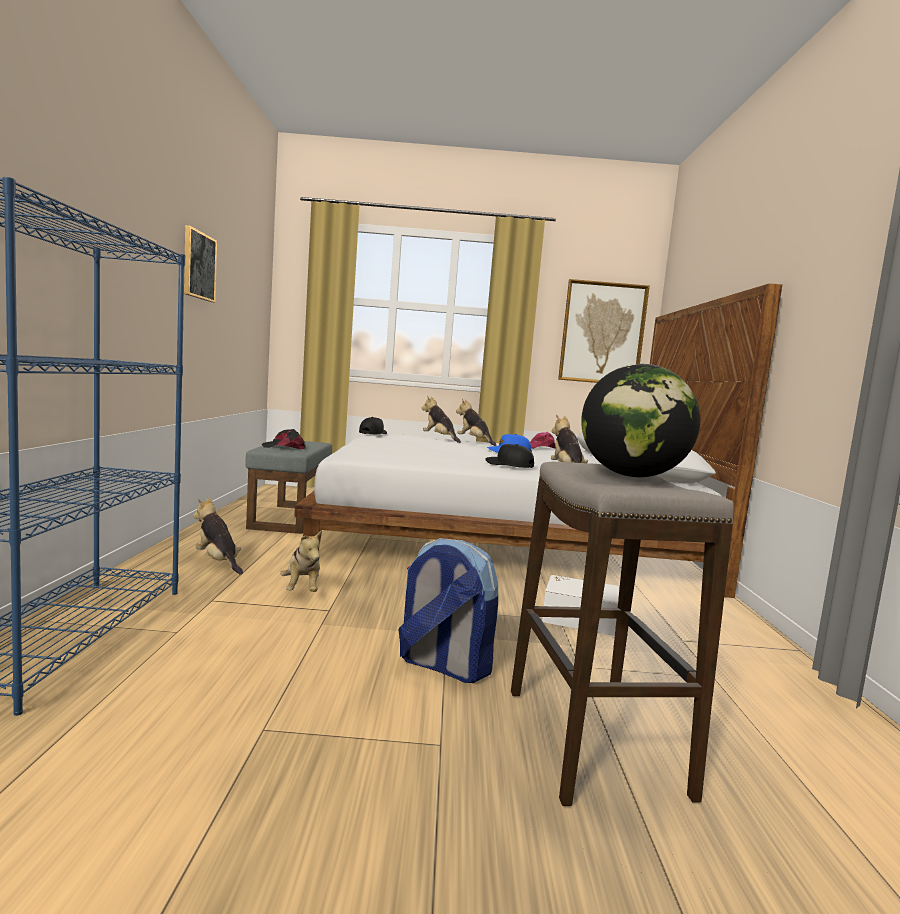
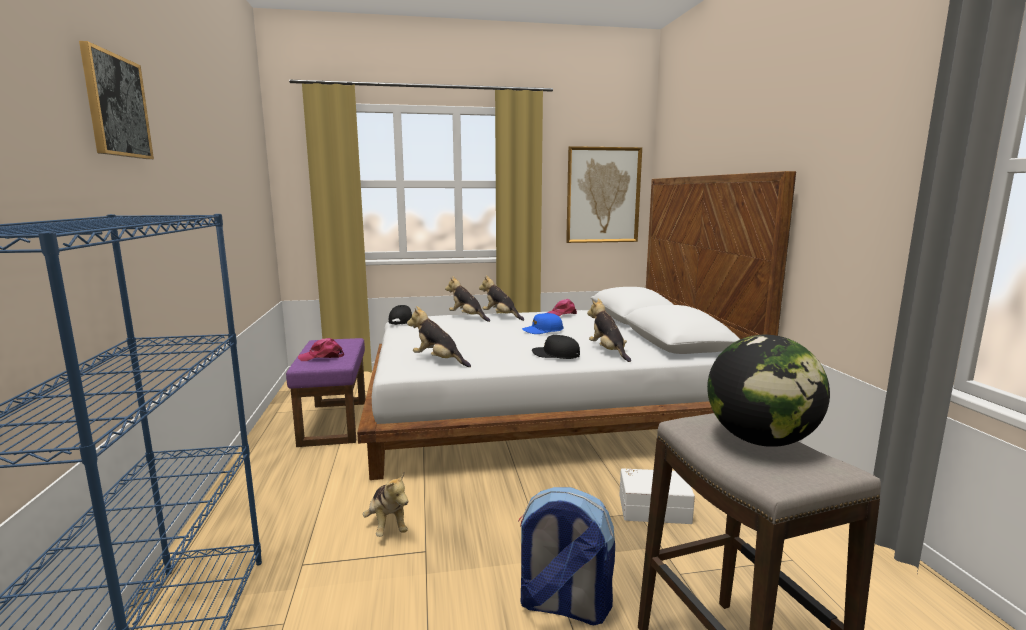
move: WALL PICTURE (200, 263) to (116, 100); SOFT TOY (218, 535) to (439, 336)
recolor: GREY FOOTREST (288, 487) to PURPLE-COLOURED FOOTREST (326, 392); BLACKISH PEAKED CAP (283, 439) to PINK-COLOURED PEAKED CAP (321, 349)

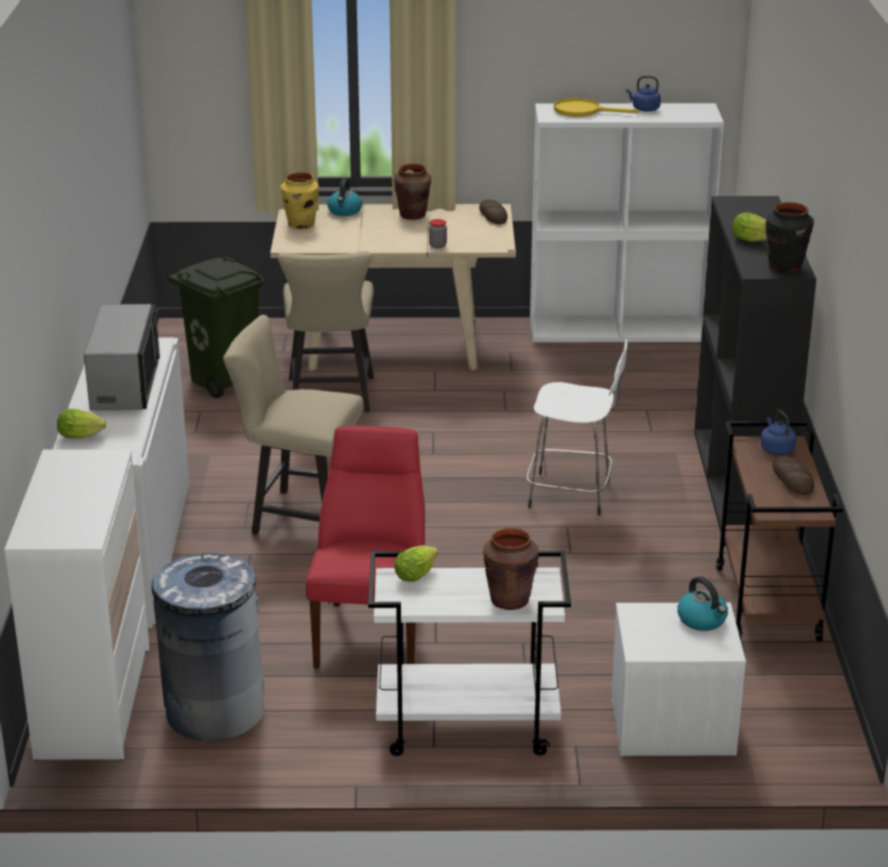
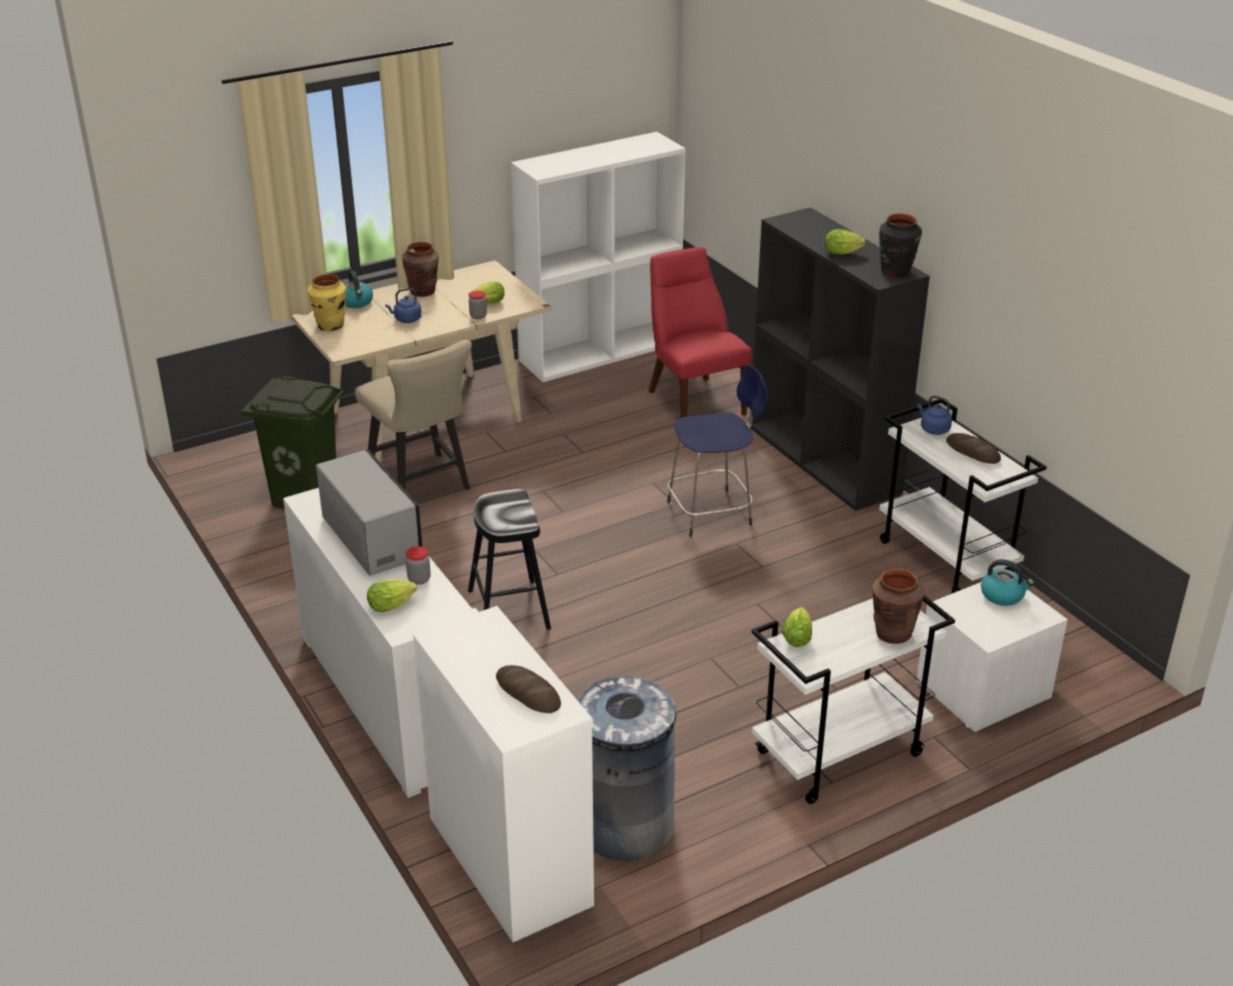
delete: YELLOW FRYING PAN (596, 107)
insert: JAR (418, 565); HEAD OF LETTUCE (487, 292)
move: RED-COLOURED CHAIR (365, 547) to (700, 332); BAKERY BREAD (493, 211) to (528, 689); BLUISH TEA KETTLE (643, 94) to (403, 305)
replace: SAND-COLOURED CHAIR (293, 424) to BLACKISH STOOL SEAT (509, 559)
recolor: WHITISH STOOL SEAT (577, 427) to BLUISH STOOL SEAT (717, 451); BROWNISH TROLLEY (779, 531) to WHITISH TROLLEY (963, 496)

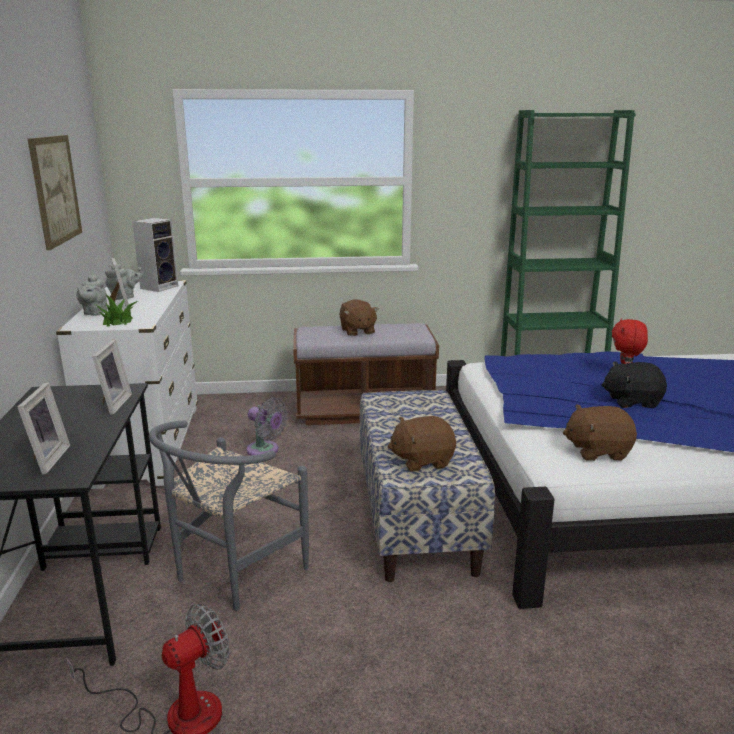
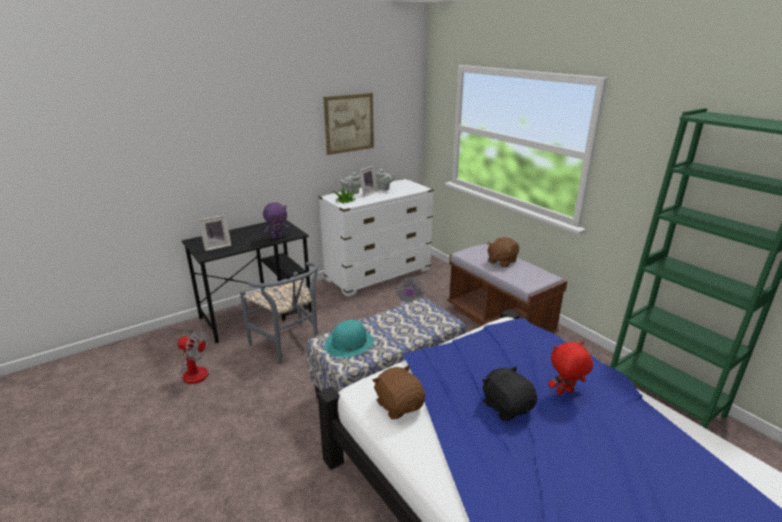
delete: SPEAKER (155, 255)
replace: PICTURE FRAME (112, 377) to PURPLE-COLOURED SOFT TOY (276, 220); BROWNISH SOFT TOY (421, 444) to TURQUOISE-COLOURED WEARABLE HAT (349, 338)
rotate: GREY CHAIR (229, 515) = (279, 313) 135 degrees counterclockwise

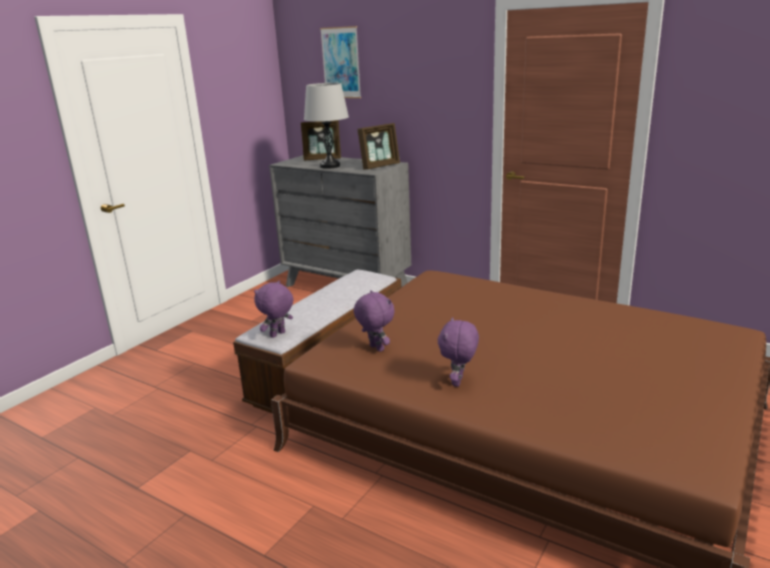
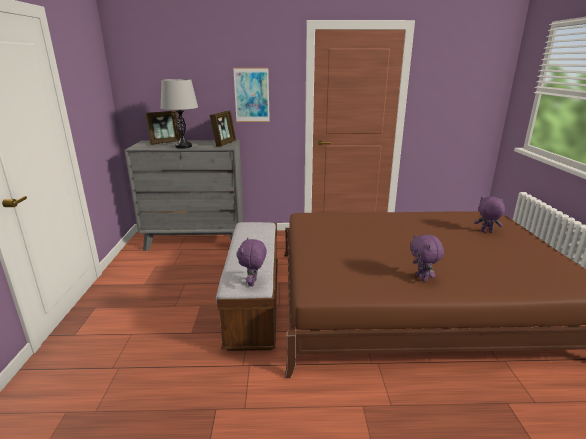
move: WALL PICTURE (340, 62) to (251, 95); PURPLE-COLOURED SOFT TOY (374, 321) to (489, 214)

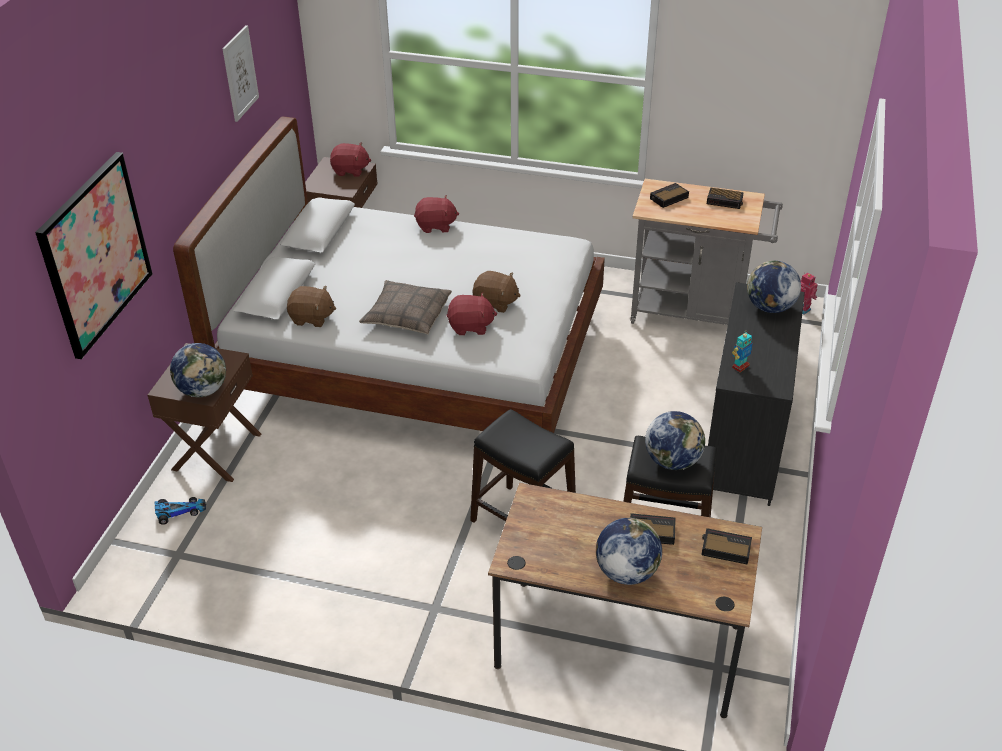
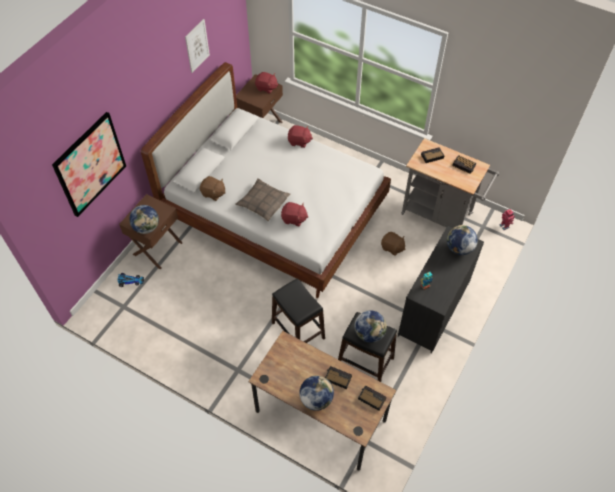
move: BROWNISH SOFT TOY (496, 292) to (393, 244)

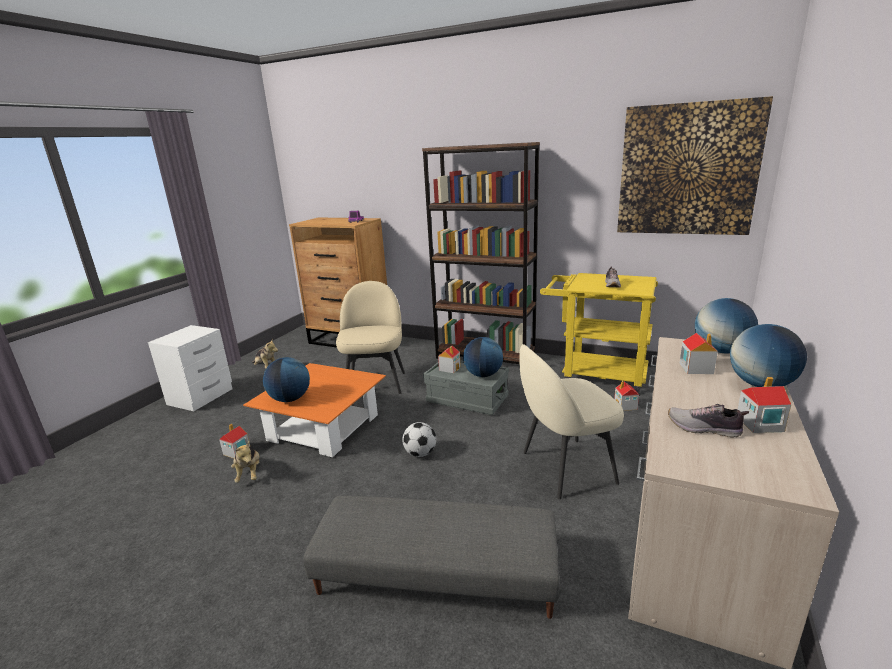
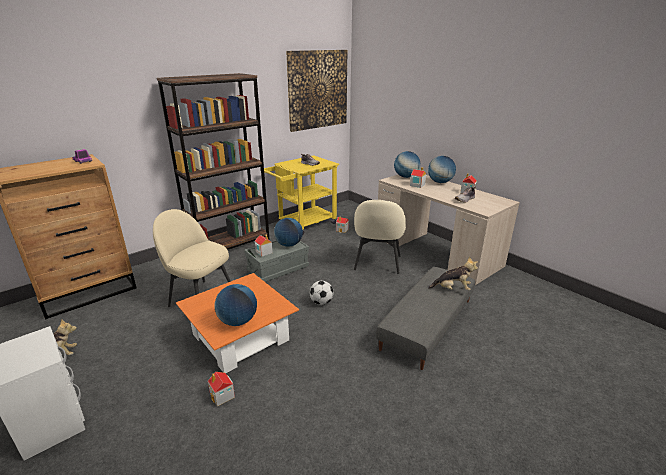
move: SOFT TOY (245, 461) to (453, 273)

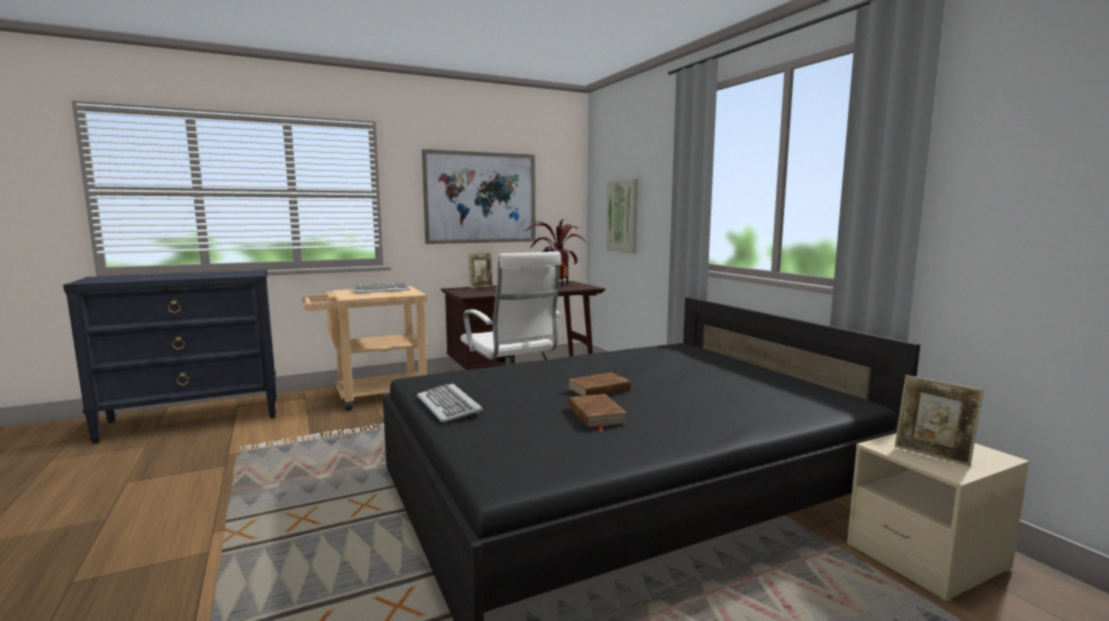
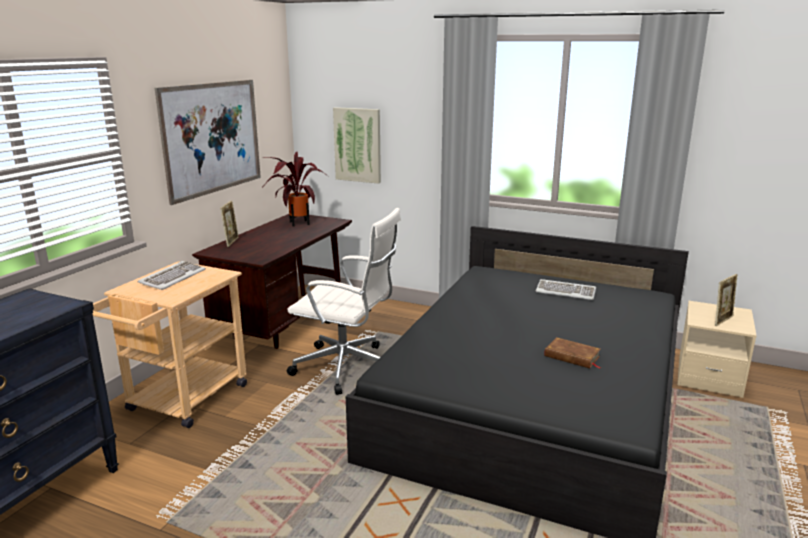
delete: BROWNISH BOOK (600, 384)
move: PC KEYBOARD (450, 403) to (565, 289)
rotate: PICTURE FRAME (939, 420) = (726, 300) 45 degrees counterclockwise

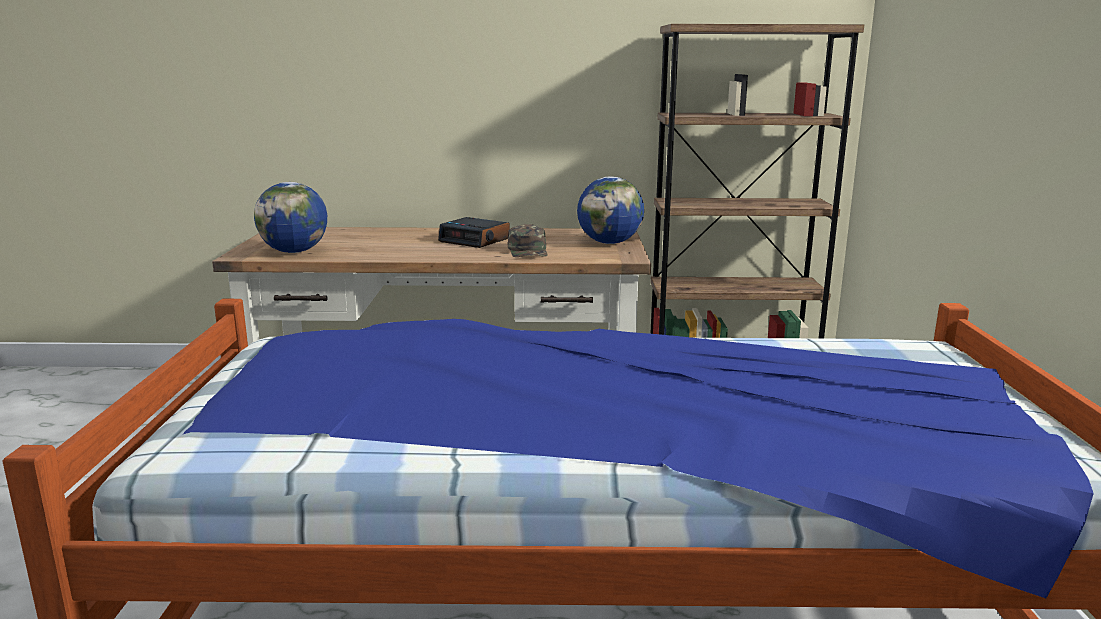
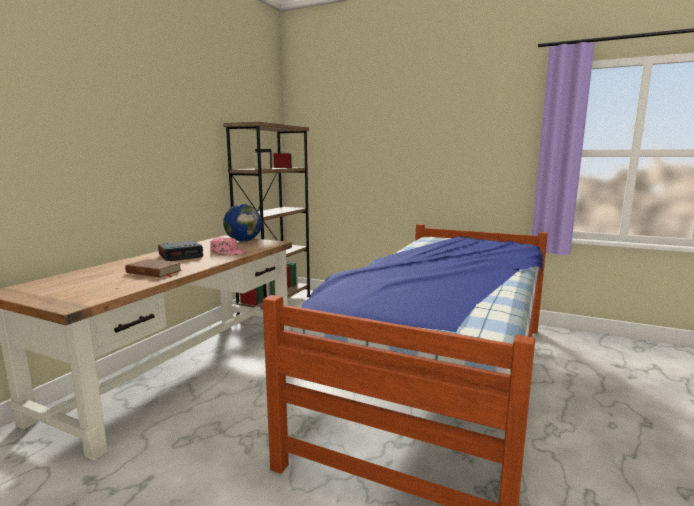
delete: GLOBE (290, 217)
insert: BROWNISH BOOK (153, 268)
recolor: GREEN-COLOURED PEAKED CAP (528, 240) to PINK-COLOURED PEAKED CAP (229, 246)

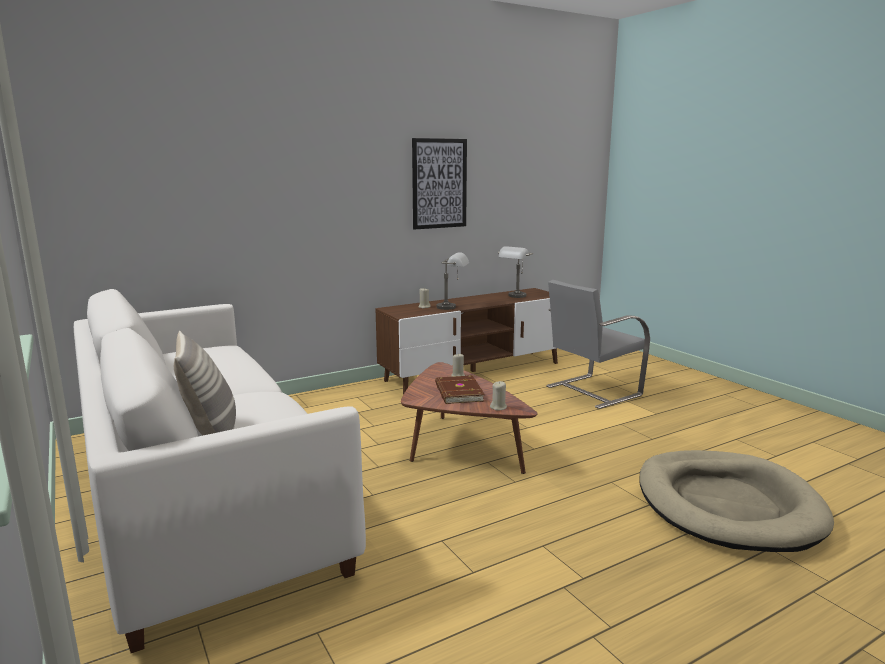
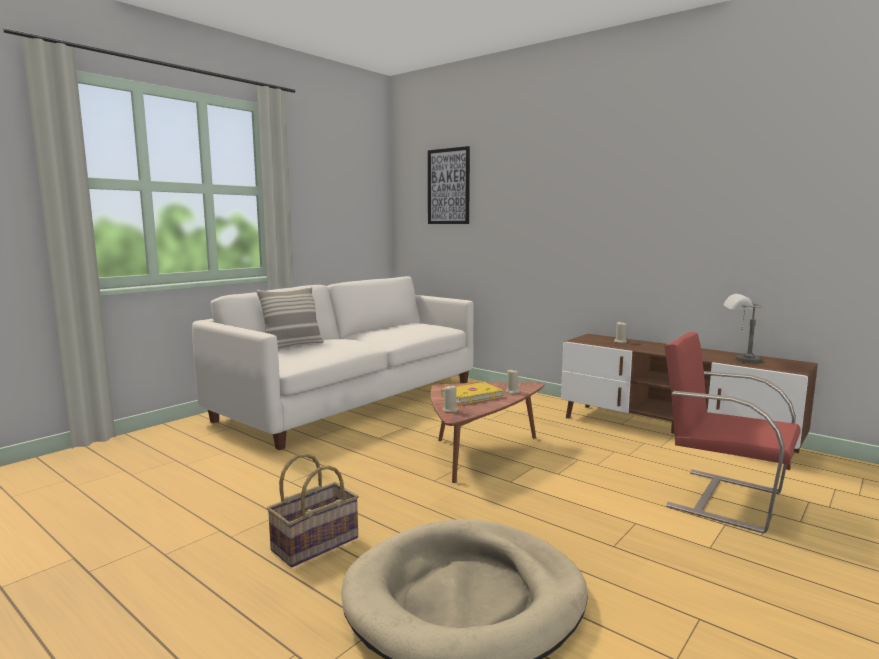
delete: GREY LAMP FOR A TABLE (453, 281)
insert: HOUSEHOLD BASKET (313, 510)
move: WALL PICTURE (439, 184) to (449, 185)
recolor: BROWNISH BOOK (460, 389) to YELLOW BOOK (472, 393); GREY CHAIR (598, 344) to RED-COLOURED CHAIR (732, 432)

